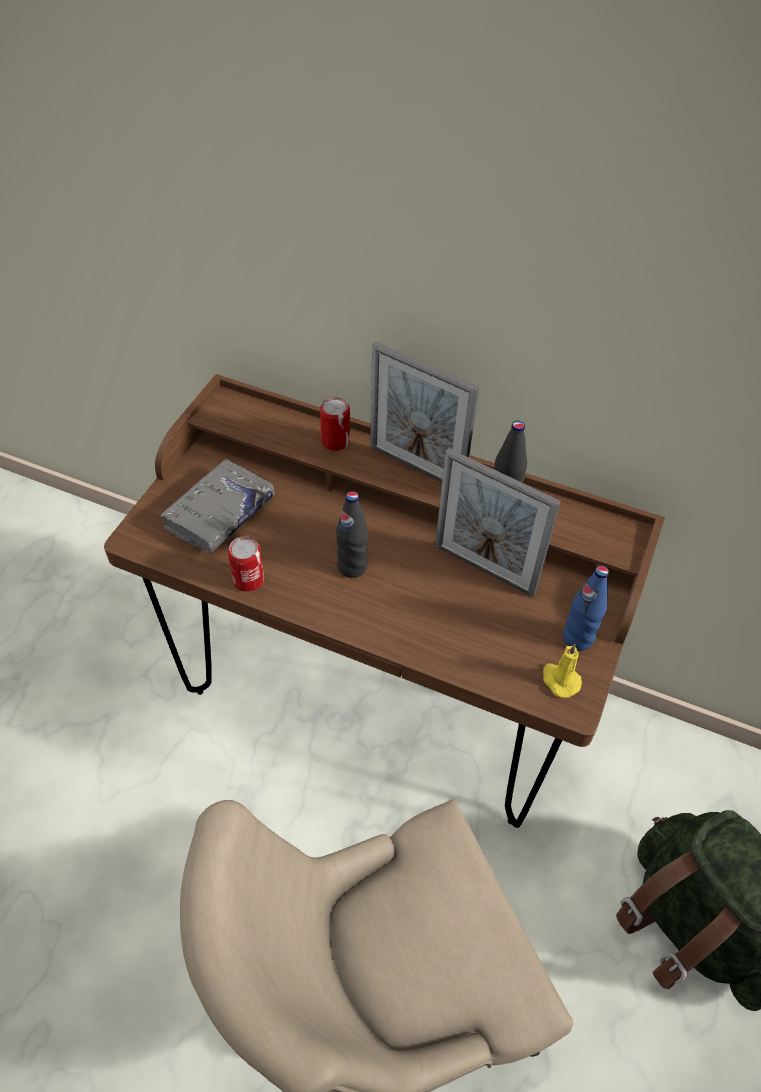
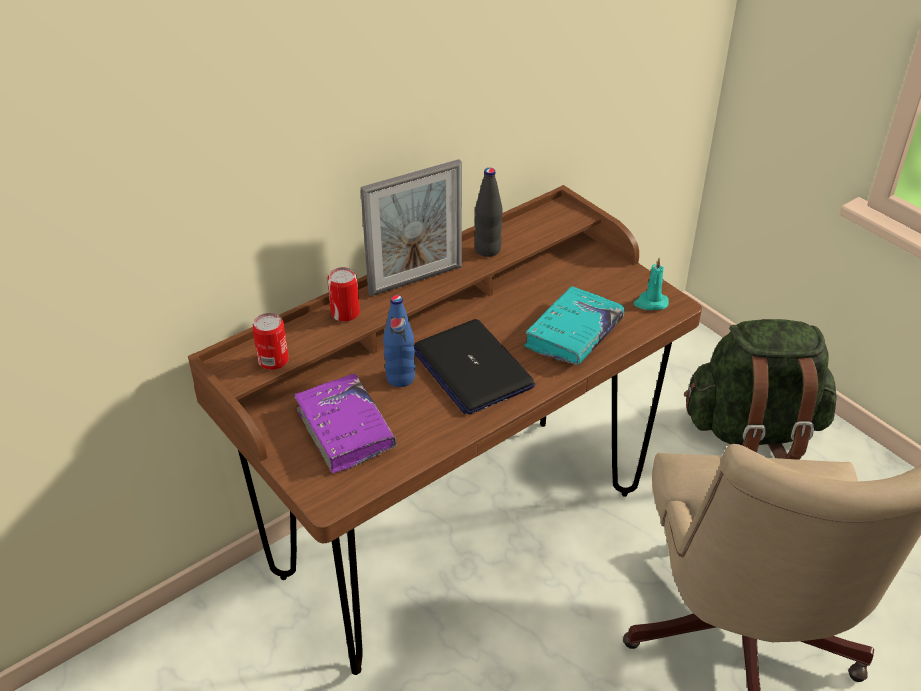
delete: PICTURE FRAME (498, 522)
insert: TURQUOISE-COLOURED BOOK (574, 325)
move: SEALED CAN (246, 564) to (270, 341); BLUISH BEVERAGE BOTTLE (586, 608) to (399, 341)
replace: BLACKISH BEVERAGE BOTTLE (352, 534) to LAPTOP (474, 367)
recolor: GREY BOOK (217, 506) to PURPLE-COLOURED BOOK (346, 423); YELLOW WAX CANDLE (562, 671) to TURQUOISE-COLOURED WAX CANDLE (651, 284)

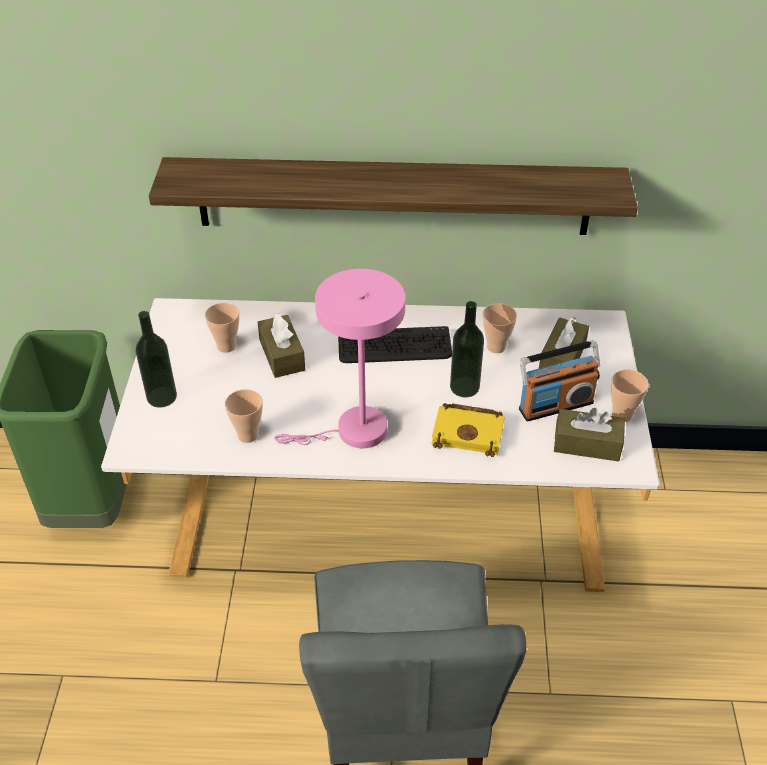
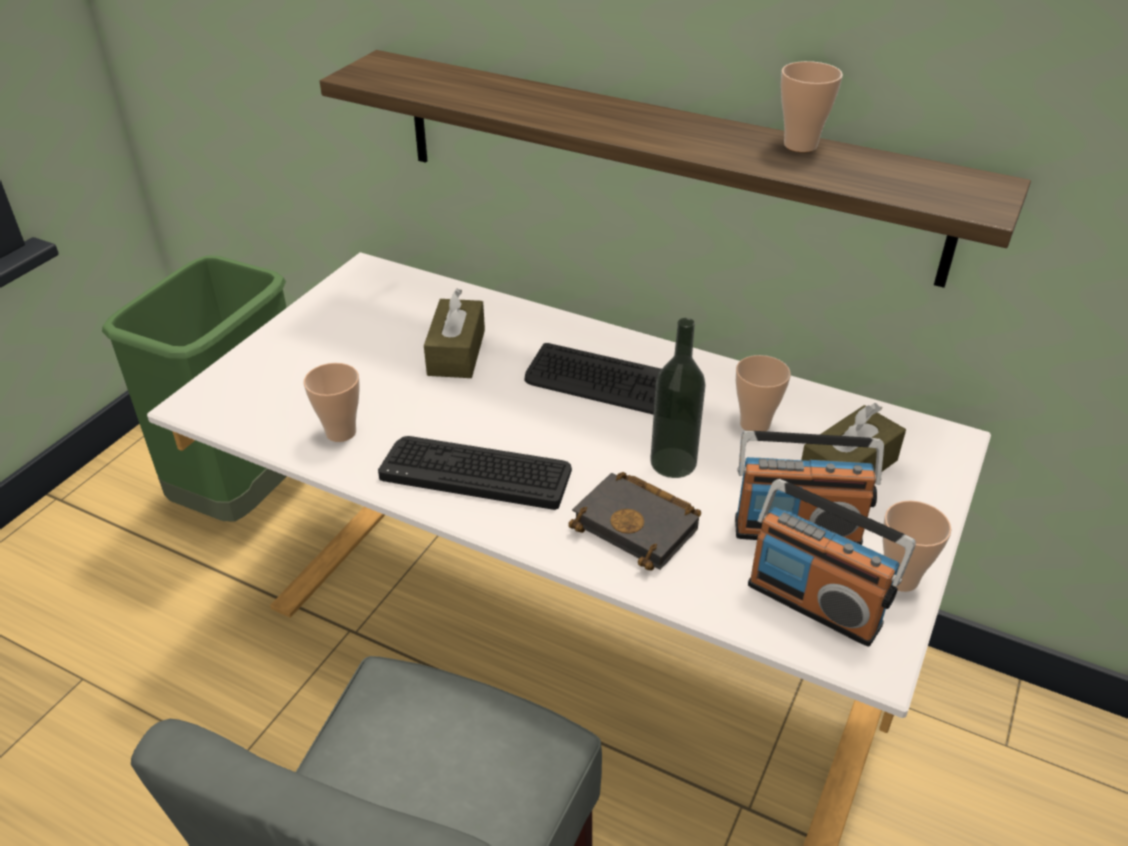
delete: BEVERAGE BOTTLE (156, 359)
move: CUP (222, 328) to (812, 106)
replace: PINK-COLOURED LAMP FOR A TABLE (339, 358) to PC KEYBOARD (475, 473); BROWNISH TISSUE HOLDER (589, 435) to RADIO SET (832, 563)
recolor: YELLOW BOOK (468, 430) to BLACKISH BOOK (635, 521)

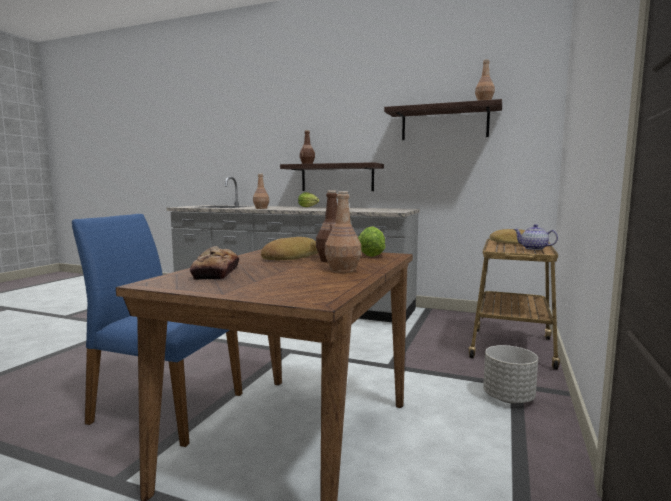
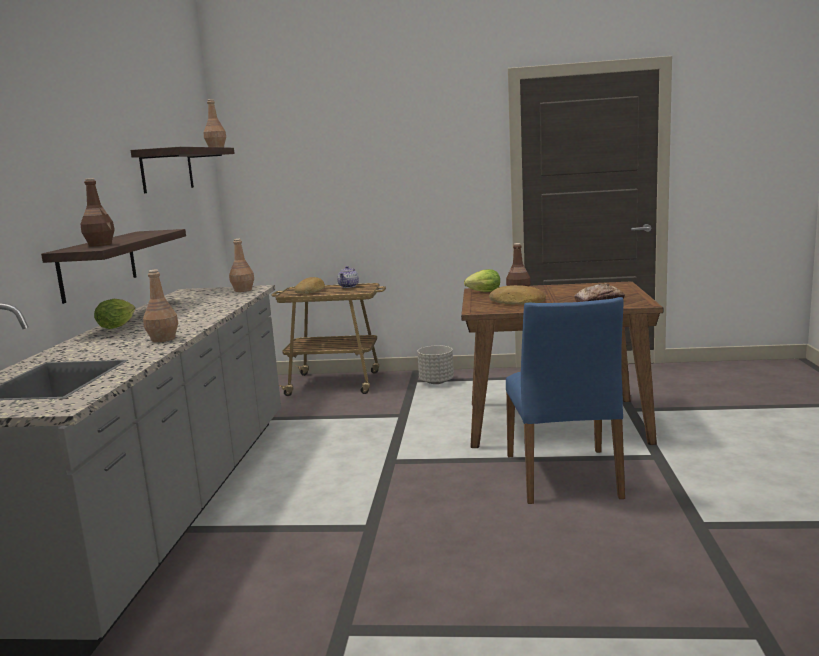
move: BROWNISH BEVERAGE BOTTLE (343, 232) to (241, 265)

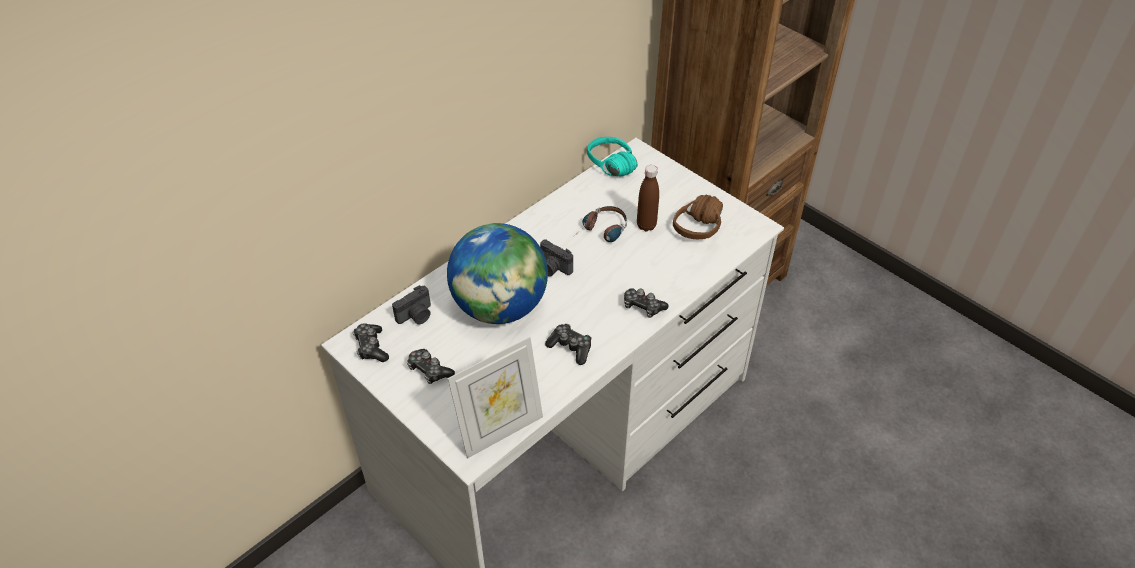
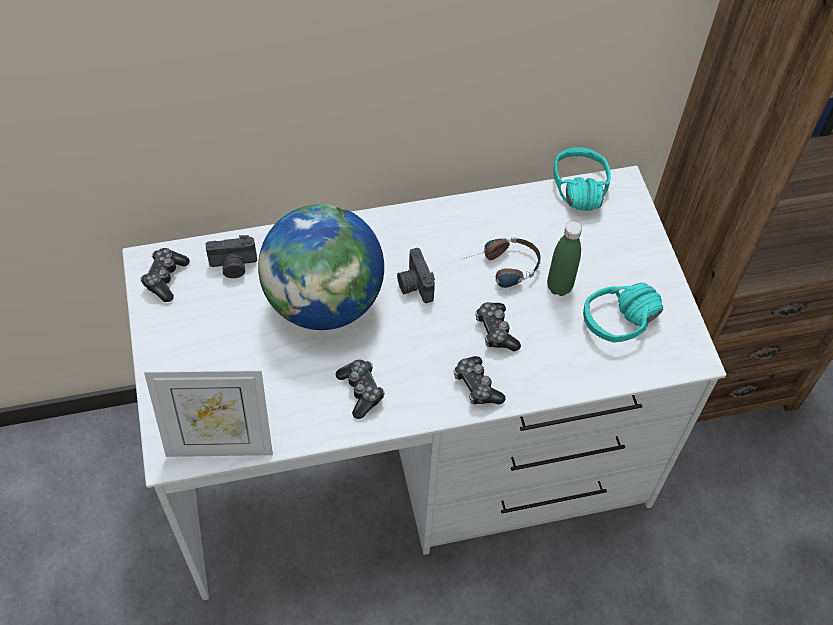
move: GAME CONTROLLER (431, 366) to (498, 326)
recolor: BROWNISH BEVERAGE BOTTLE (648, 198) to GREEN-COLOURED BEVERAGE BOTTLE (564, 258); BROWNISH HEADPHONES (698, 217) to TURQUOISE-COLOURED HEADPHONES (623, 312)

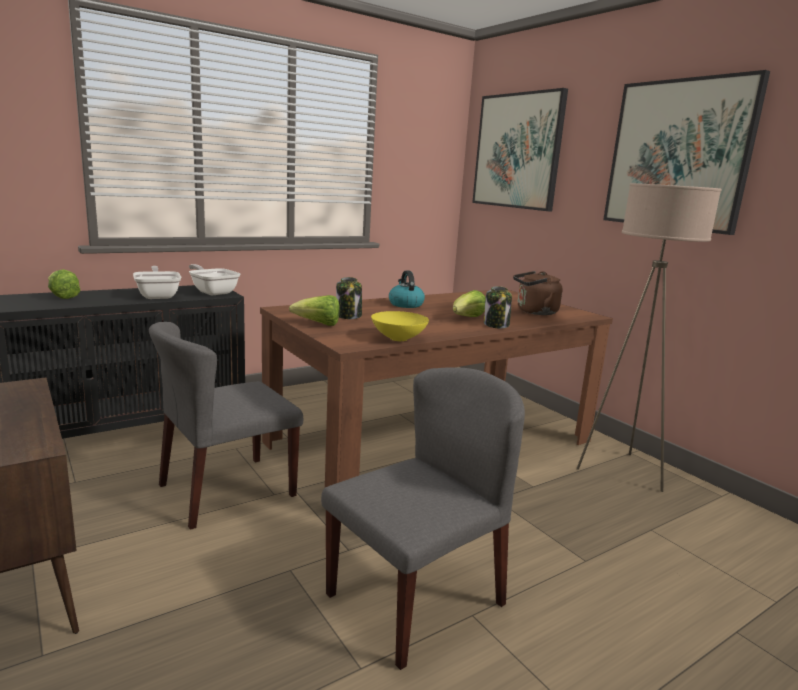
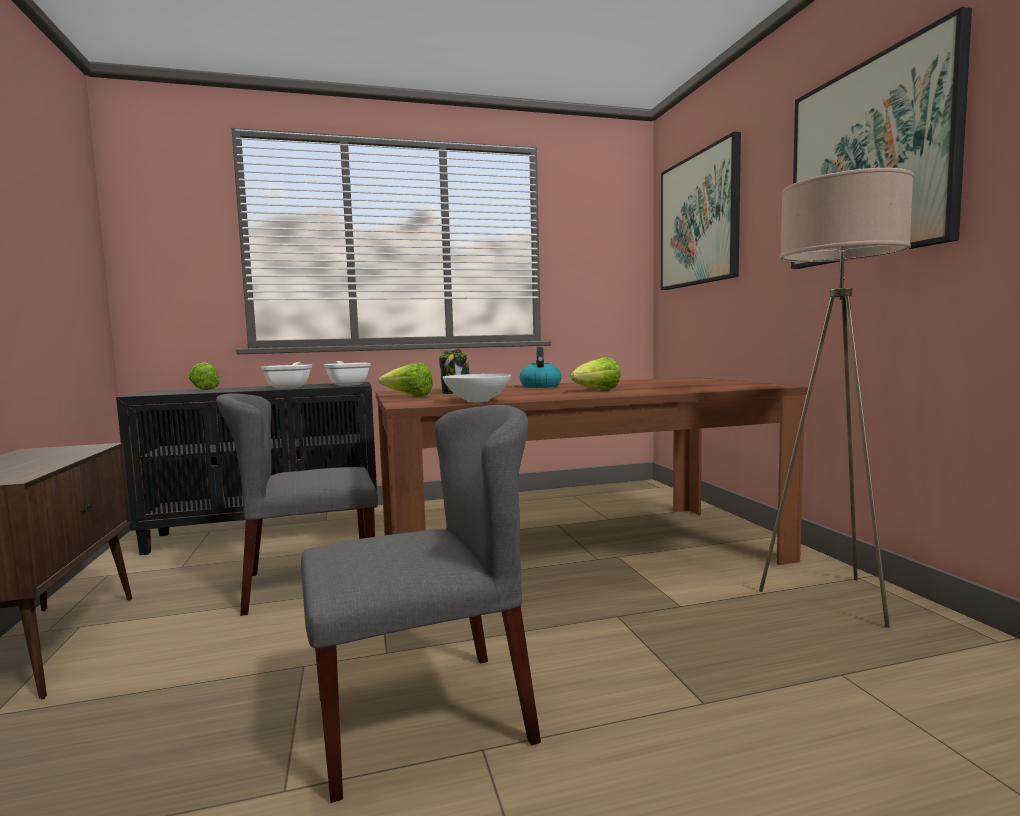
delete: JAR (498, 307); BROWNISH TEA KETTLE (538, 293)
recolor: YELLOW BOWL (400, 326) to WHITISH BOWL (477, 388)

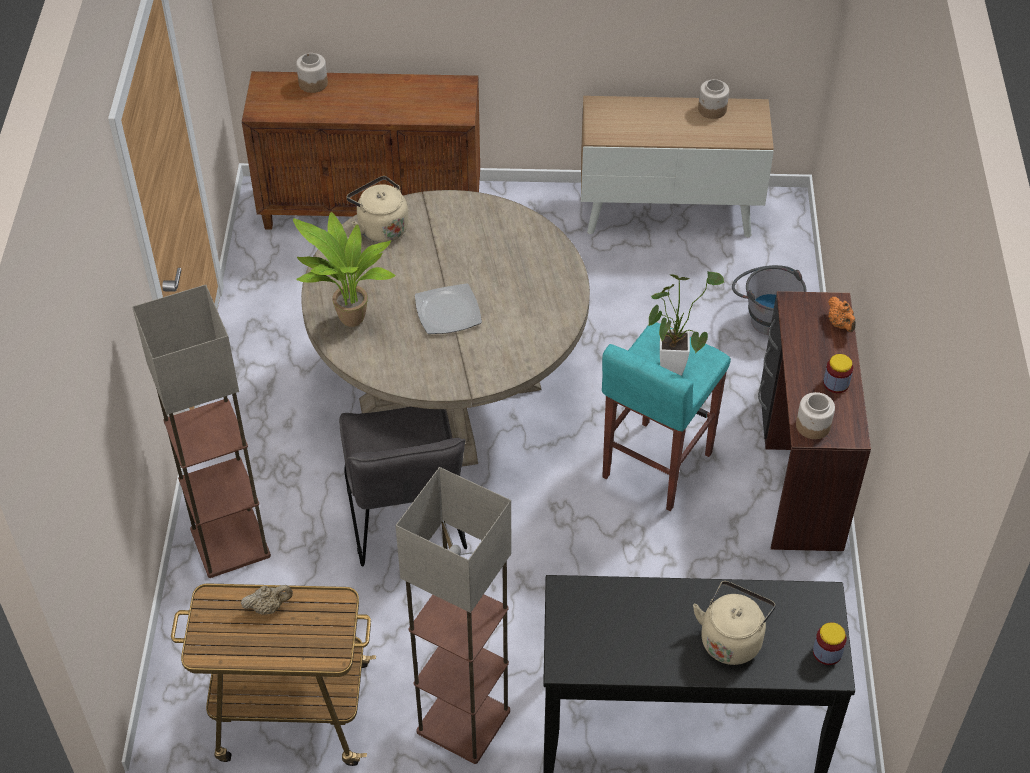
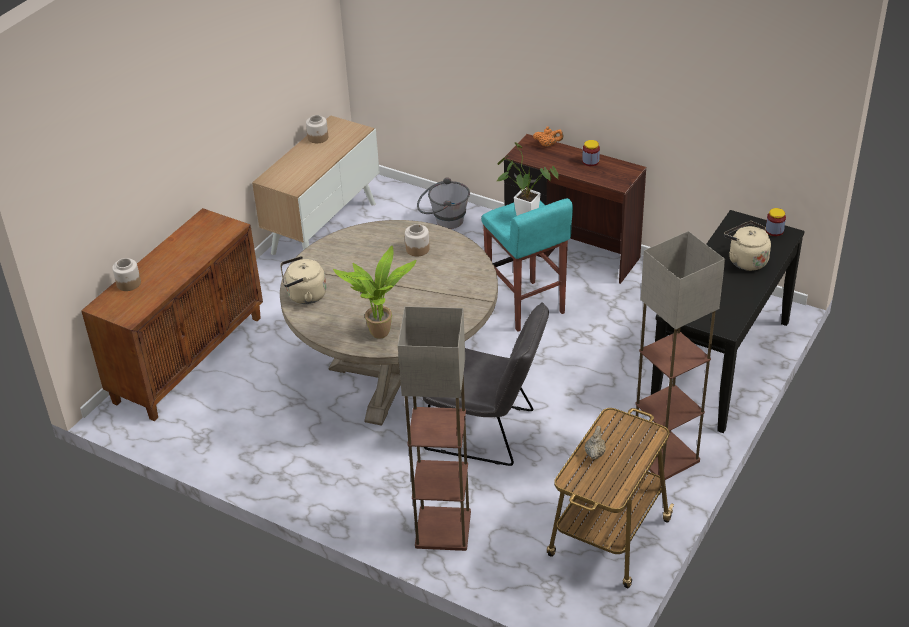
delete: DINNER PLATE (448, 308)
move: JAR (815, 415) to (417, 240)

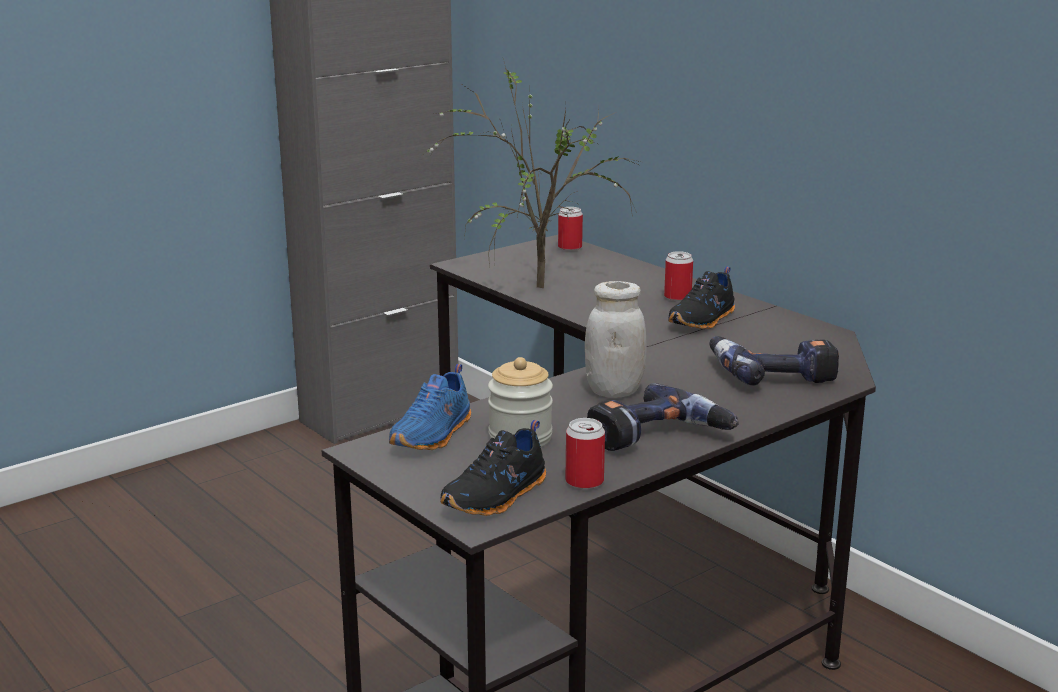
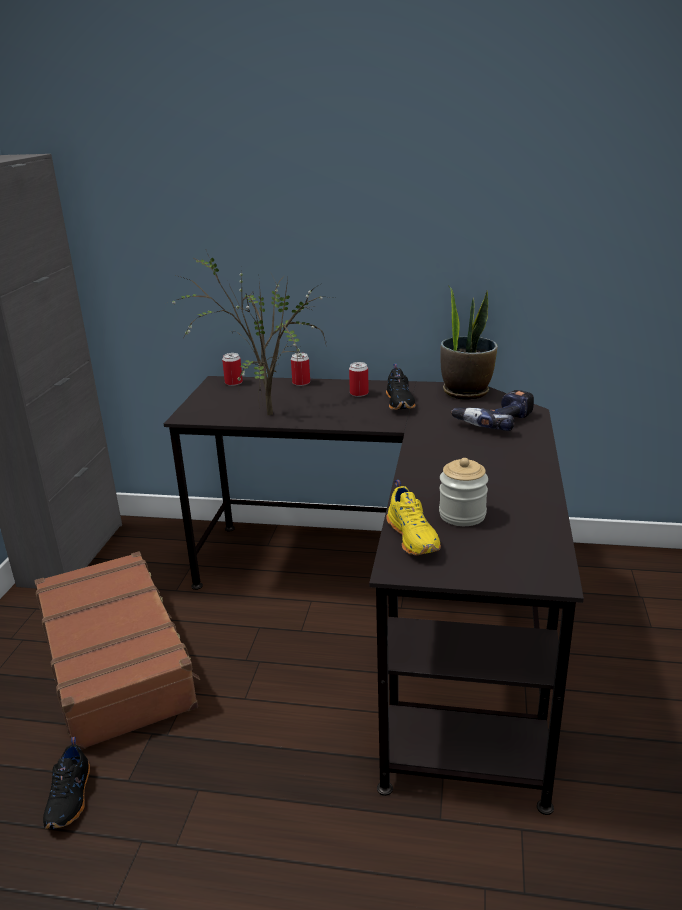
delete: WHITISH JAR (616, 339); POWER DRILL (663, 417)
insert: BROWNISH PIECE OF LUGGAGE (118, 650); POTTED PLANT (469, 342)
move: BLACKISH SHOE (493, 468) to (66, 783); SEALED CAN (585, 453) to (300, 369)
recolor: BLUISH SHOE (430, 407) to YELLOW SHOE (413, 517)

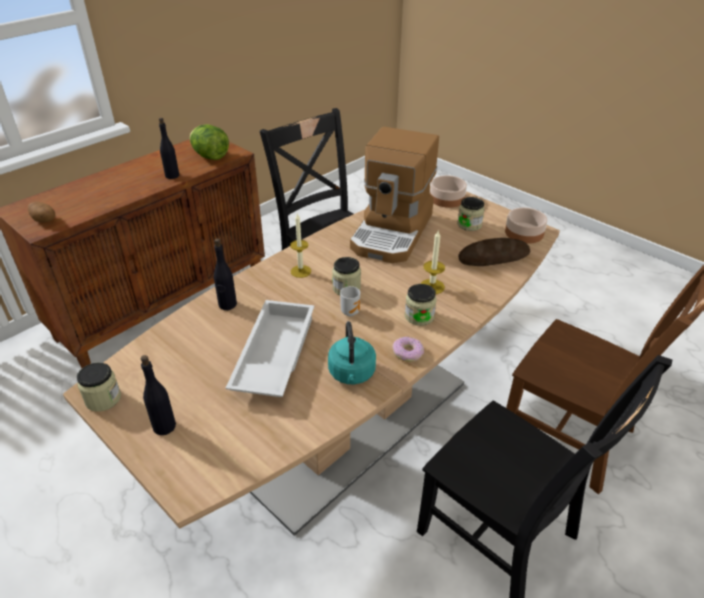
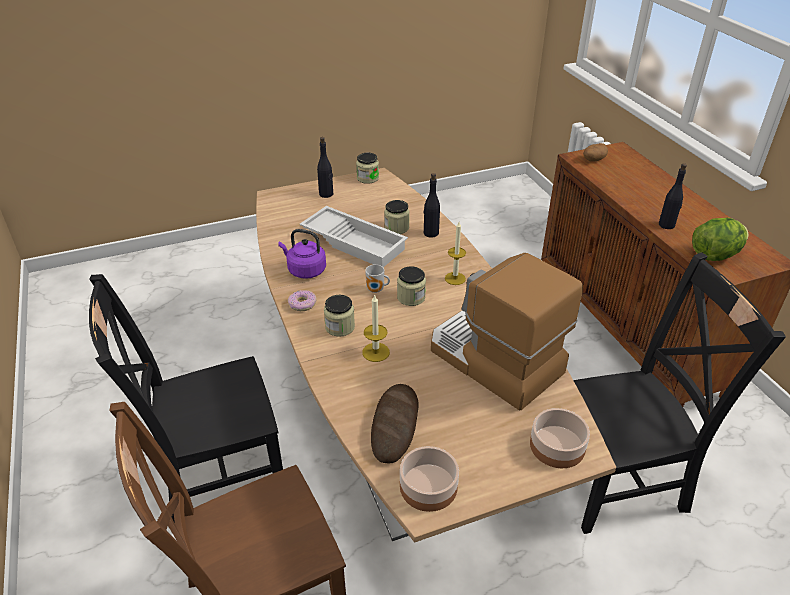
move: JAR (471, 214) to (397, 217)
recolor: TURQUOISE-COLOURED TEA KETTLE (352, 352) to PURPLE-COLOURED TEA KETTLE (302, 254)

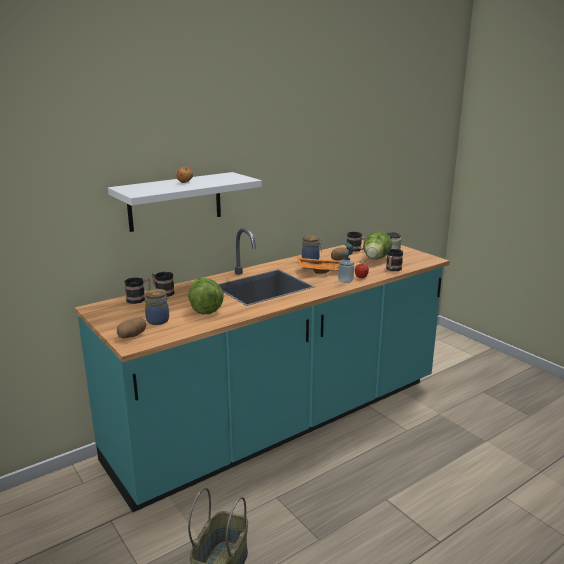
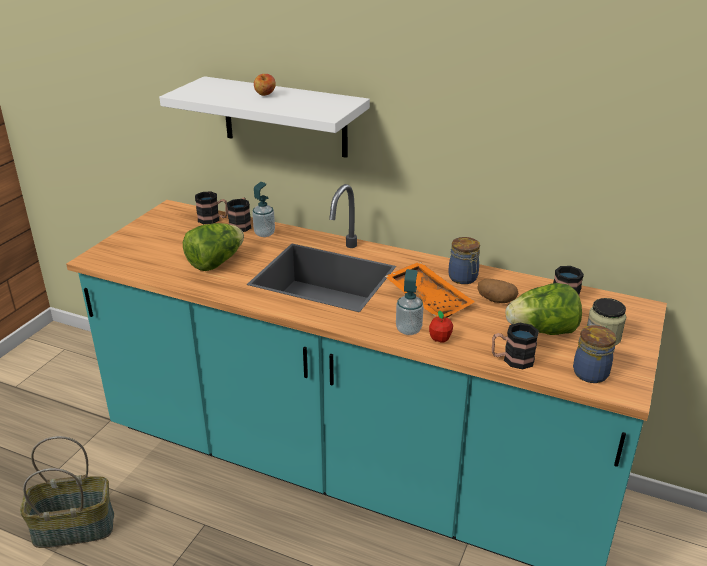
delete: SPUD (131, 327)
insert: LIQUID SOAP BOTTLE (263, 209)
move: JAR (157, 307) to (594, 354)

